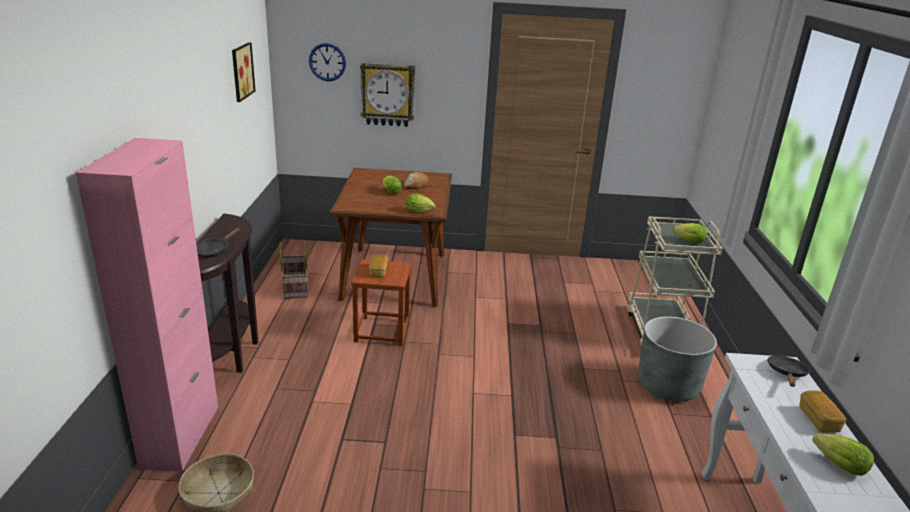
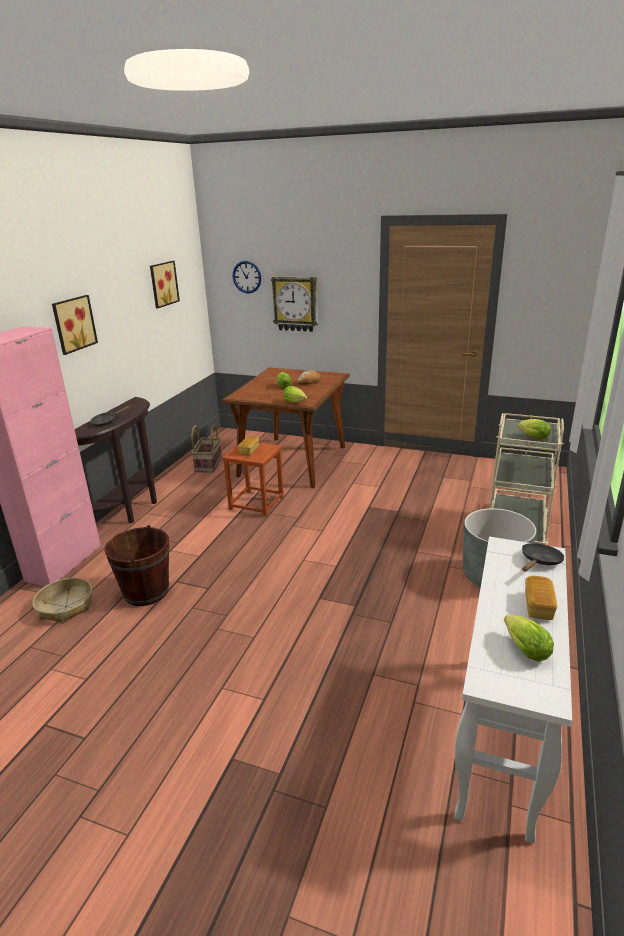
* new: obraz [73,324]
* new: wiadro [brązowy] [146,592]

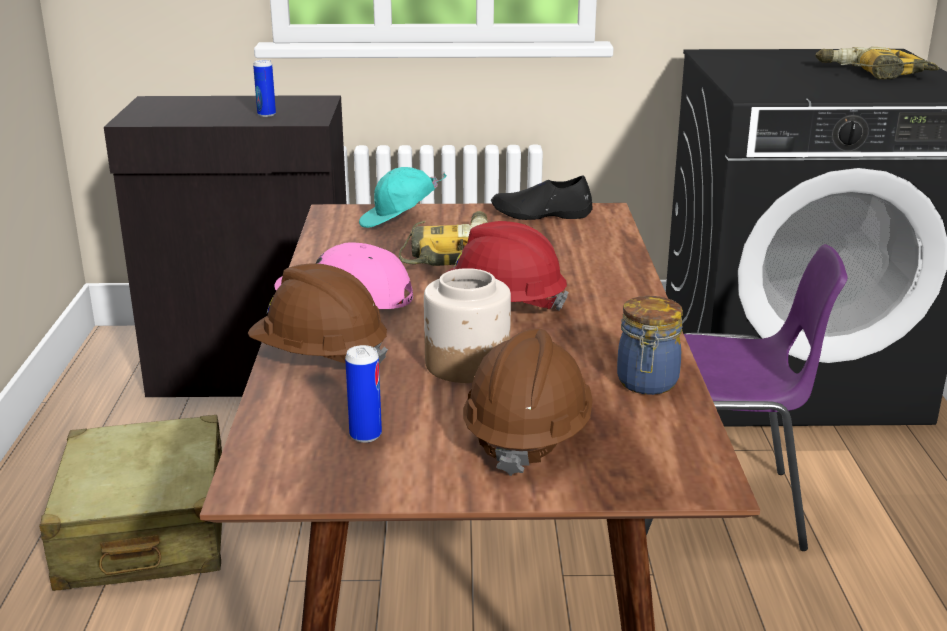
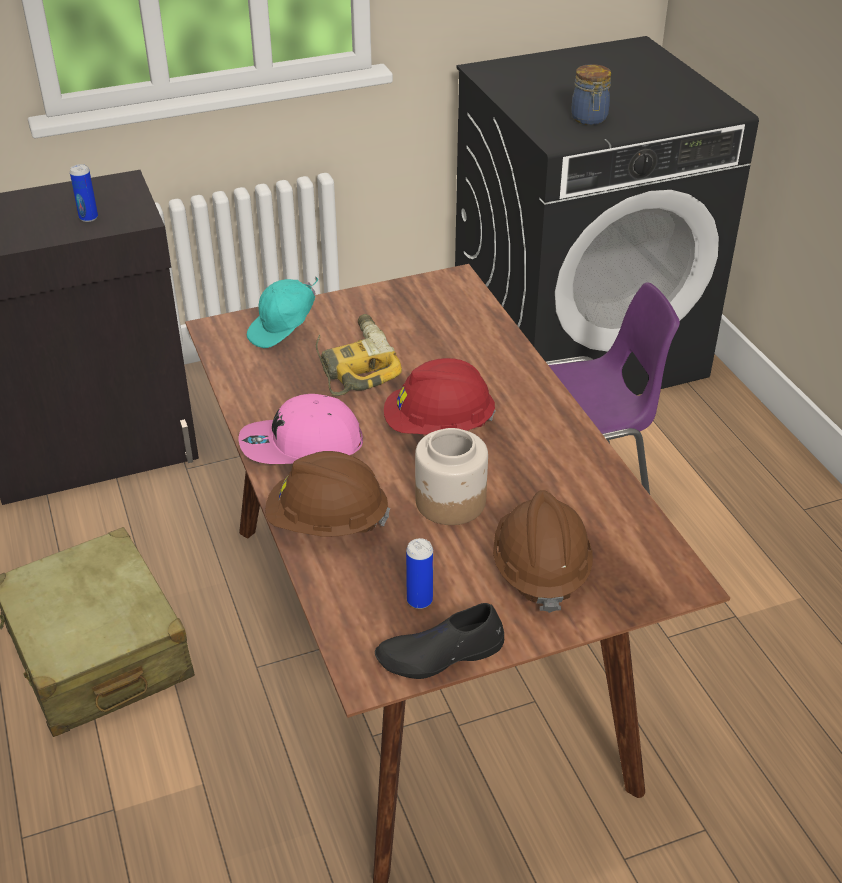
* gone: wiertarka [872,74]
* shifted: but [czarny] [541,214] to [440,654]
* shifted: słoik [647,384] to [589,119]

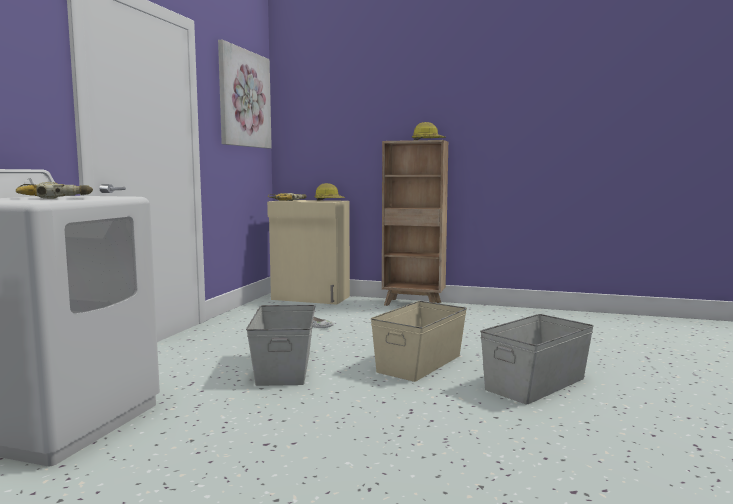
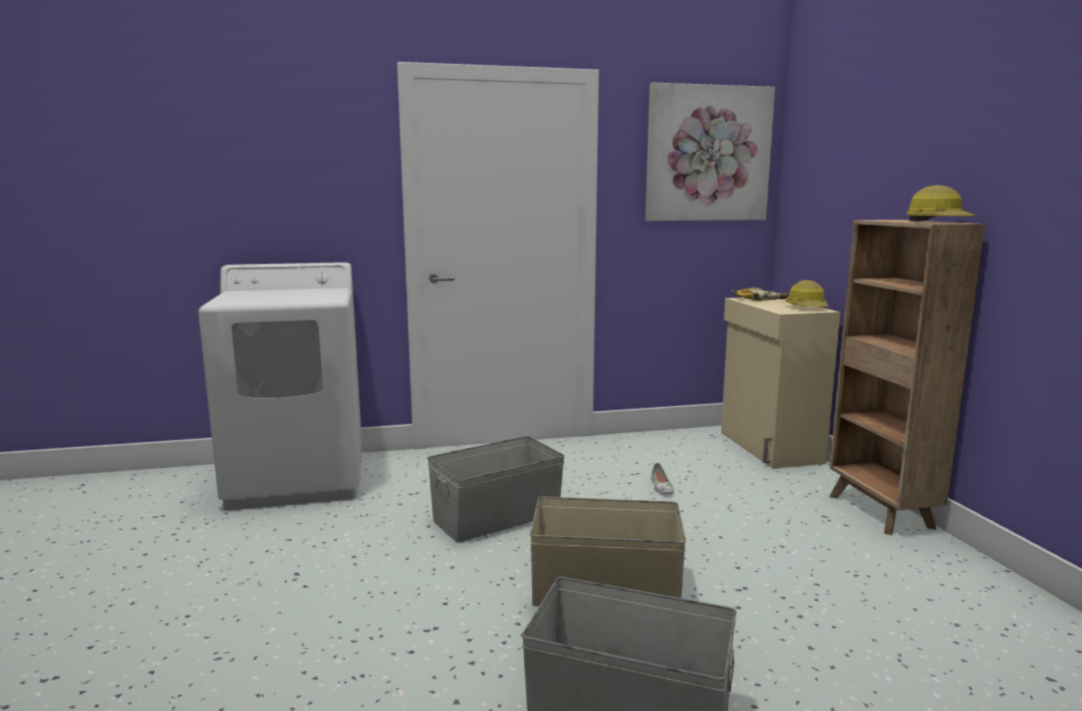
* gone: wiertarka [54,198]

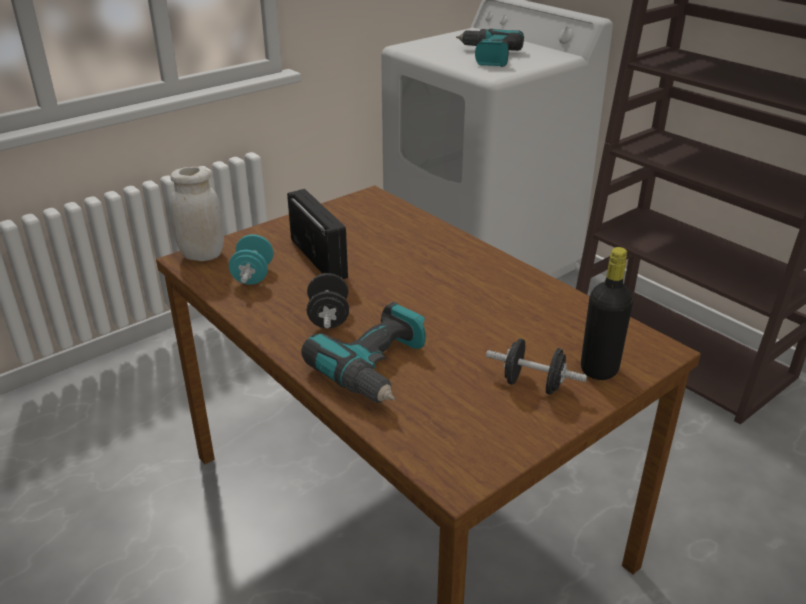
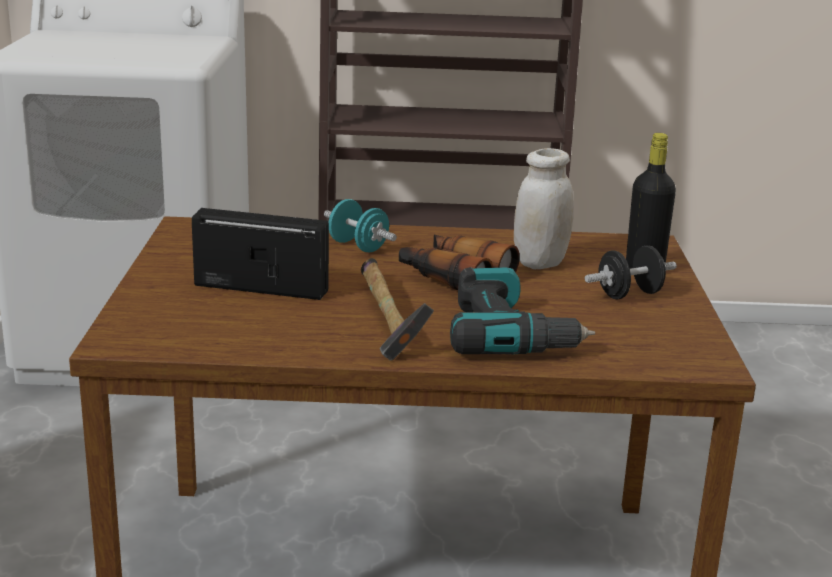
* gone: wiertarka [487,57]
* new: lornetka [454,277]
* shifted: słoik [biały] [202,255] to [540,263]
* shifted: hantel [turkusowy] [253,275] to [358,246]
* swapped: hantel [czarny] [328,318] to młotek [385,323]

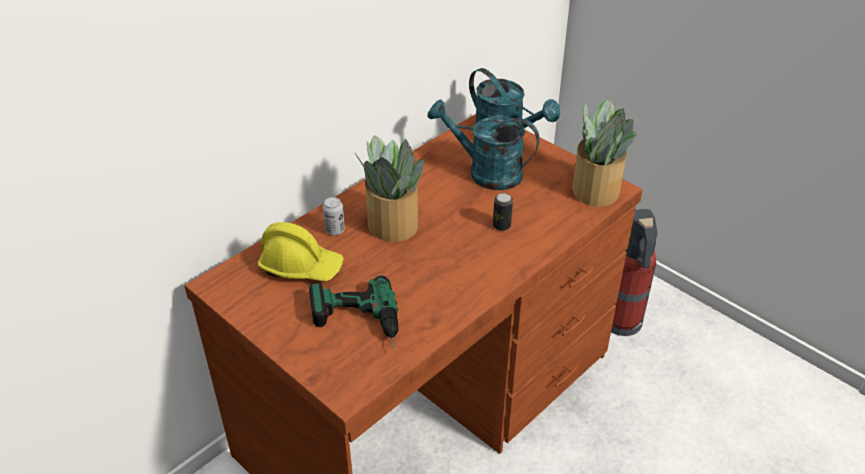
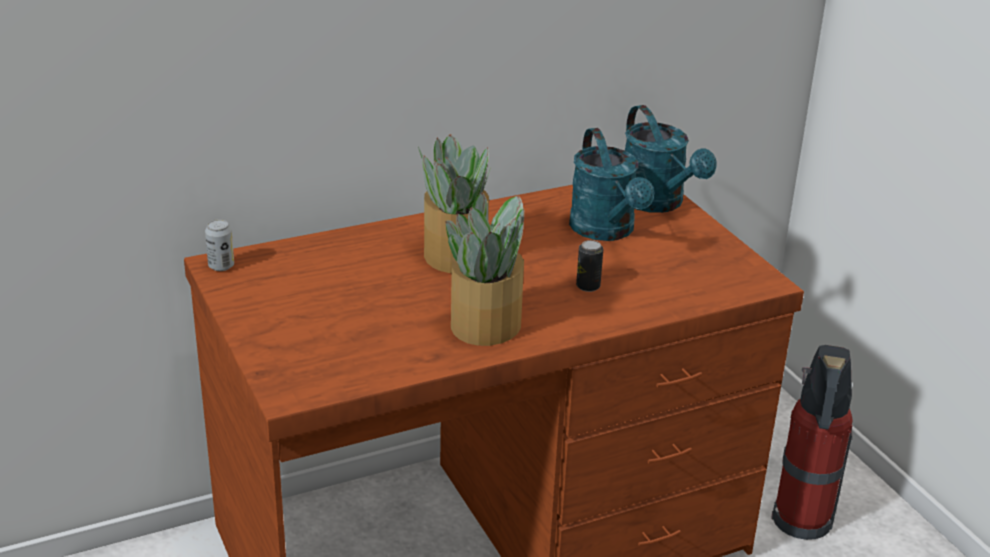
* gone: kask [żółty] [301,266]
* gone: wiertarka [357,325]
* shifted: puszka [335,230] to [221,266]
* shifted: roślina doniczkowa [596,189] to [487,324]
* rotated: konewka [turkusowy] [485,172] = [607,231] 150 degrees counterclockwise

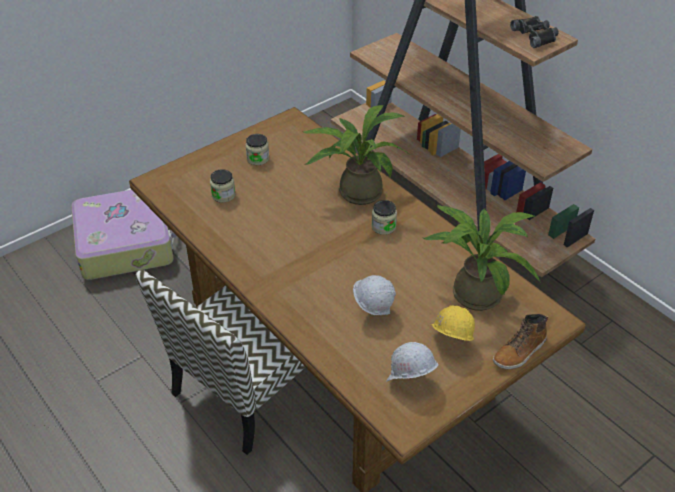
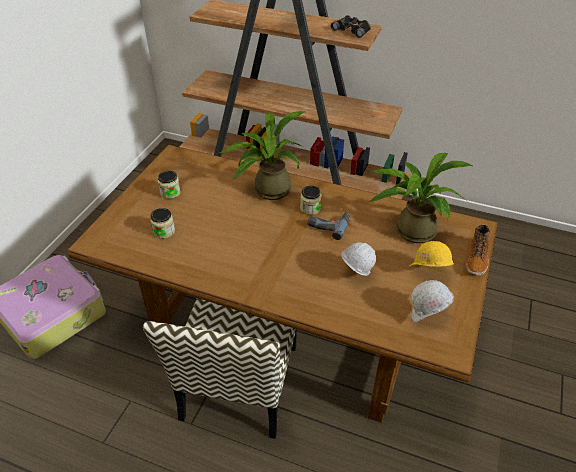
* new: wiertarka [328,225]

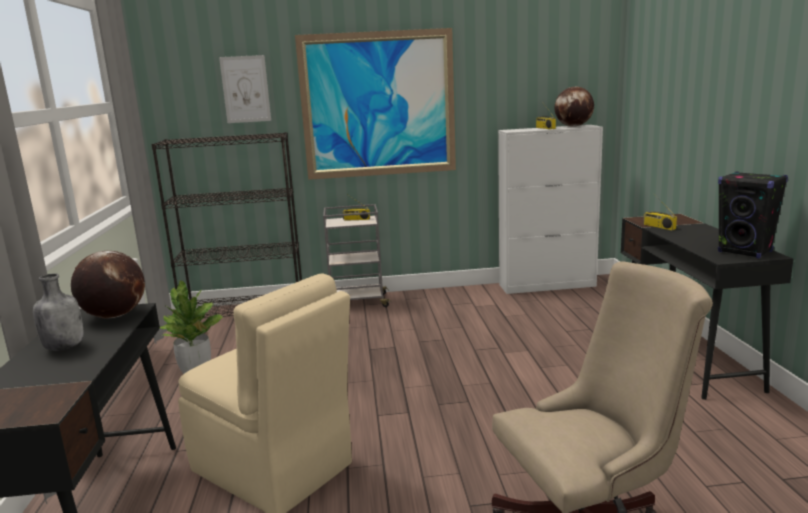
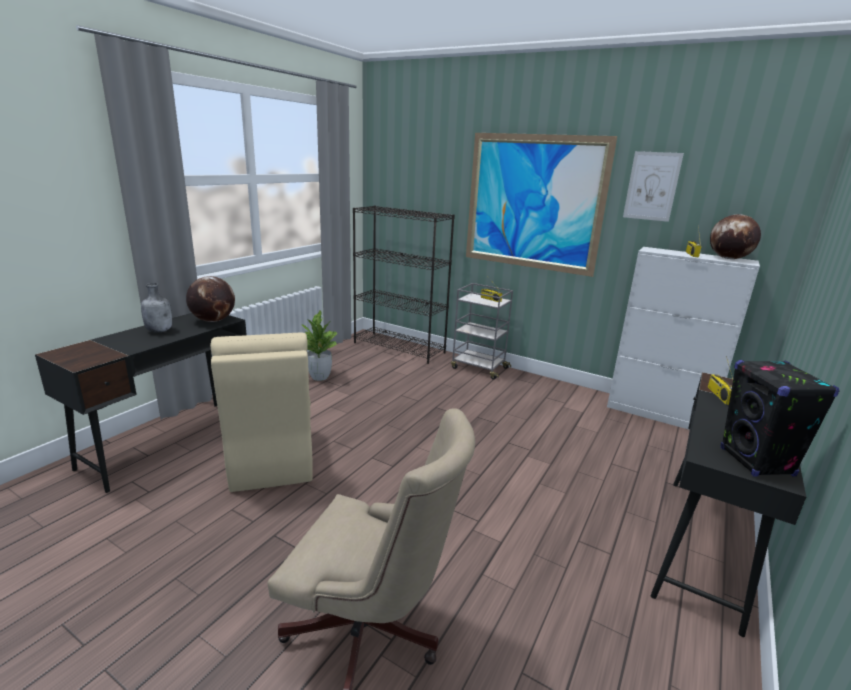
* shifted: obraz [245,89] to [652,186]

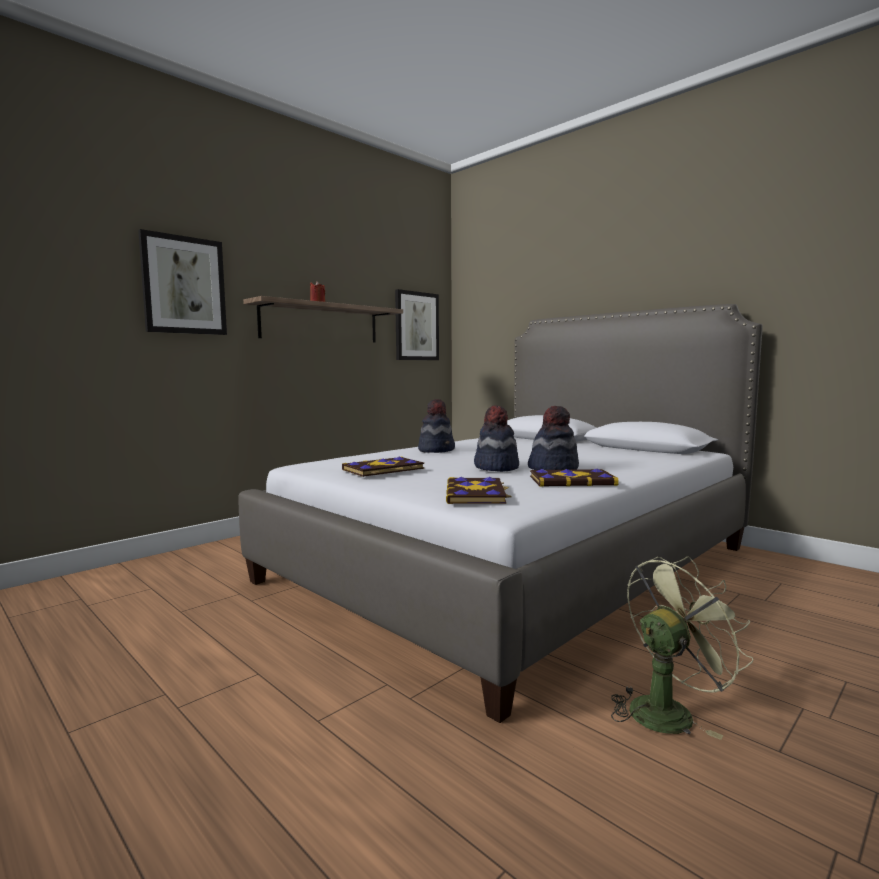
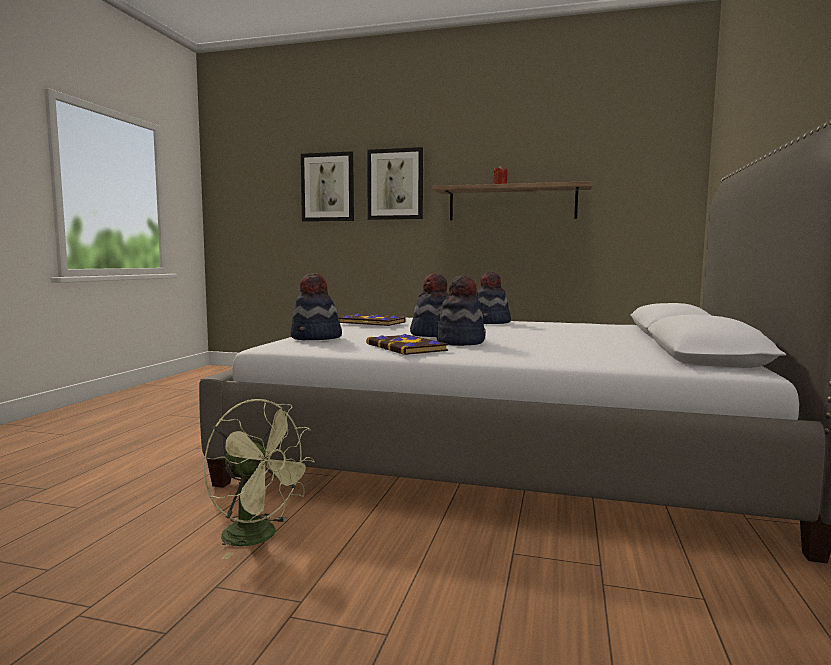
* shifted: obraz [416,326] to [328,187]
* swapped: książka [476,494] to kapelusz [316,338]

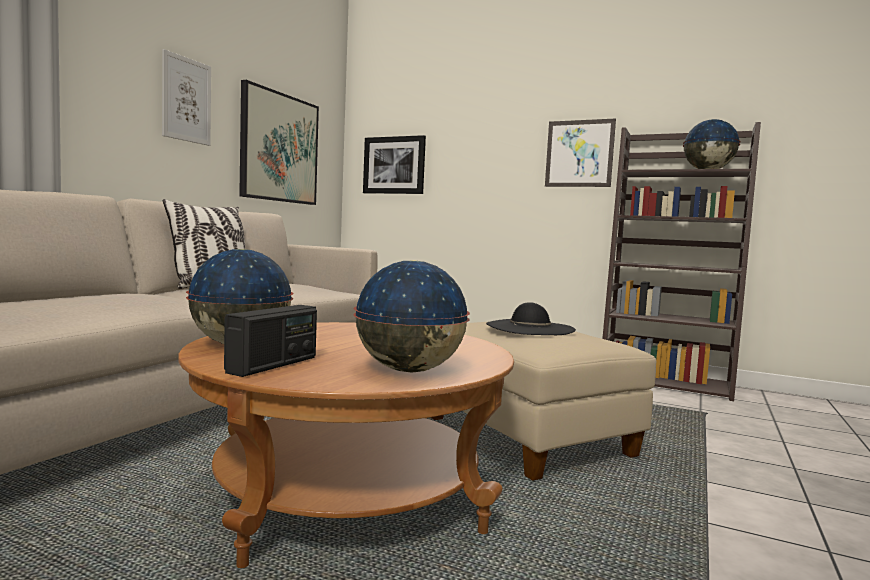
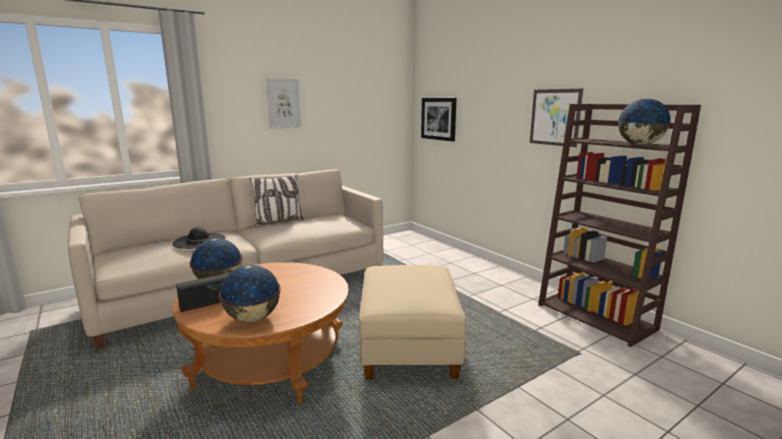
* gone: obraz [279,148]
* shifted: kapelusz [czarny] [530,328] to [199,241]

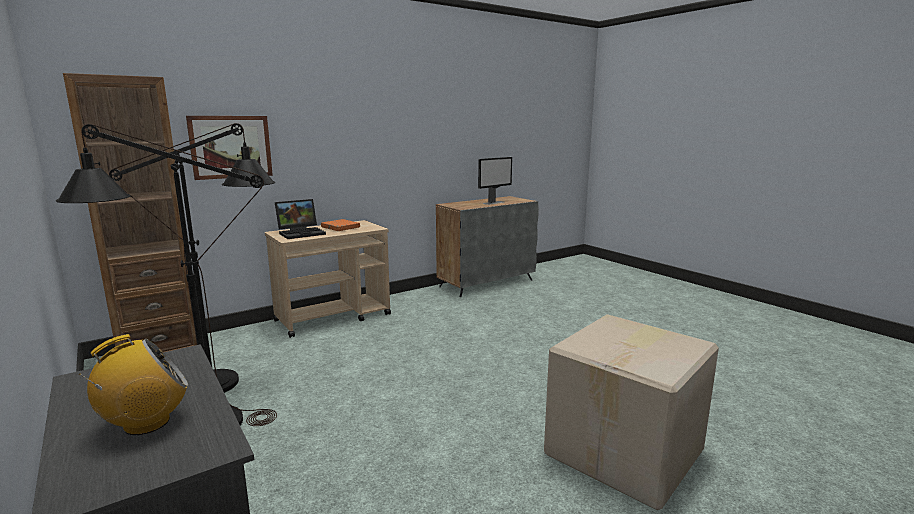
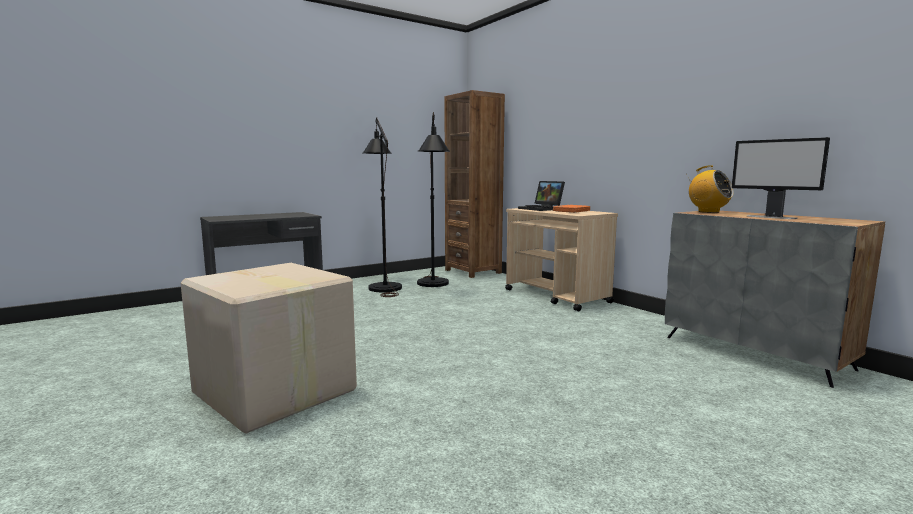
* gone: obraz [231,147]
* shifted: radio [146,423] to [708,211]

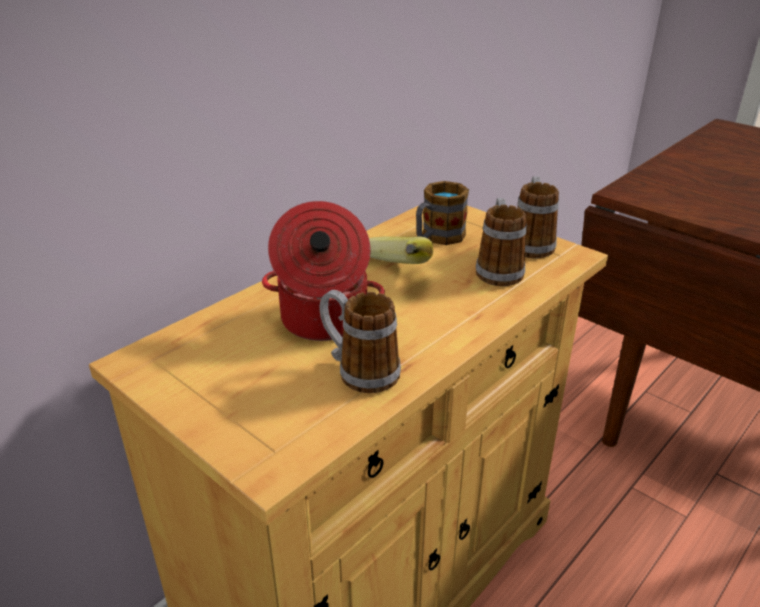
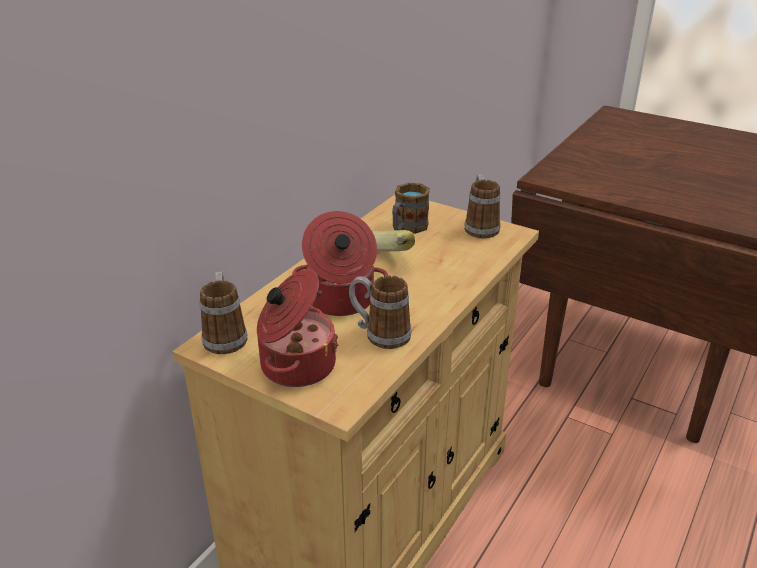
* new: garnek [296,365]
* shifted: kubek [498,269] to [225,336]

